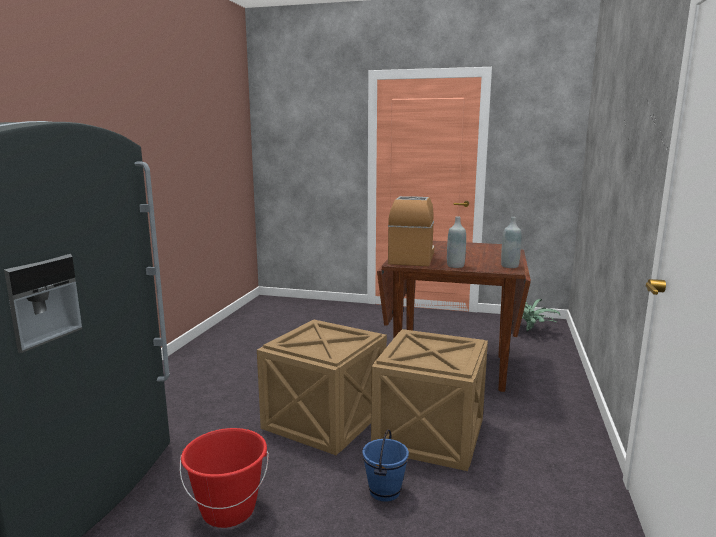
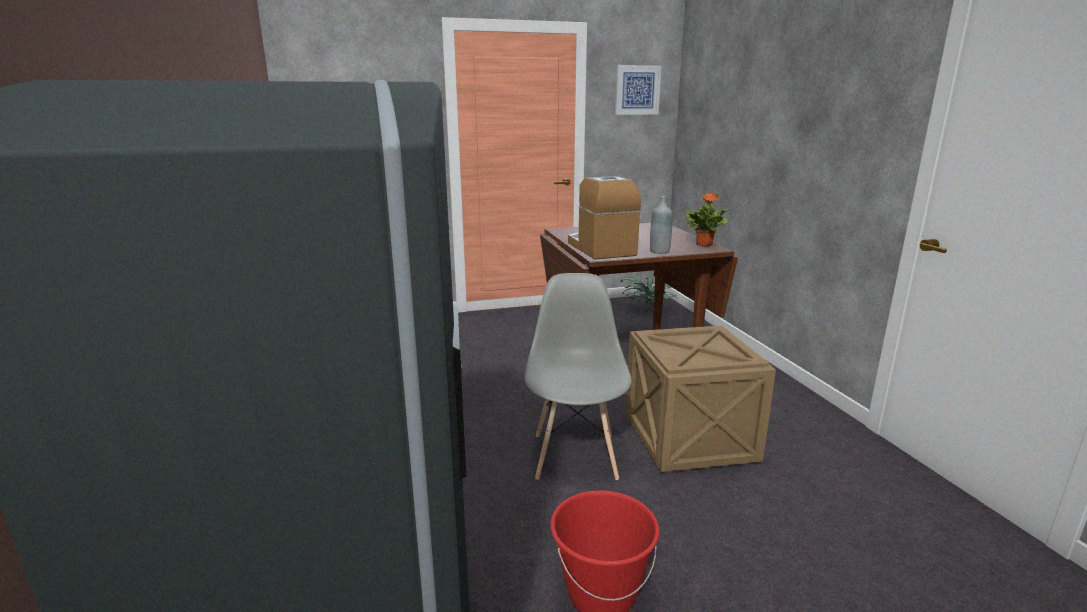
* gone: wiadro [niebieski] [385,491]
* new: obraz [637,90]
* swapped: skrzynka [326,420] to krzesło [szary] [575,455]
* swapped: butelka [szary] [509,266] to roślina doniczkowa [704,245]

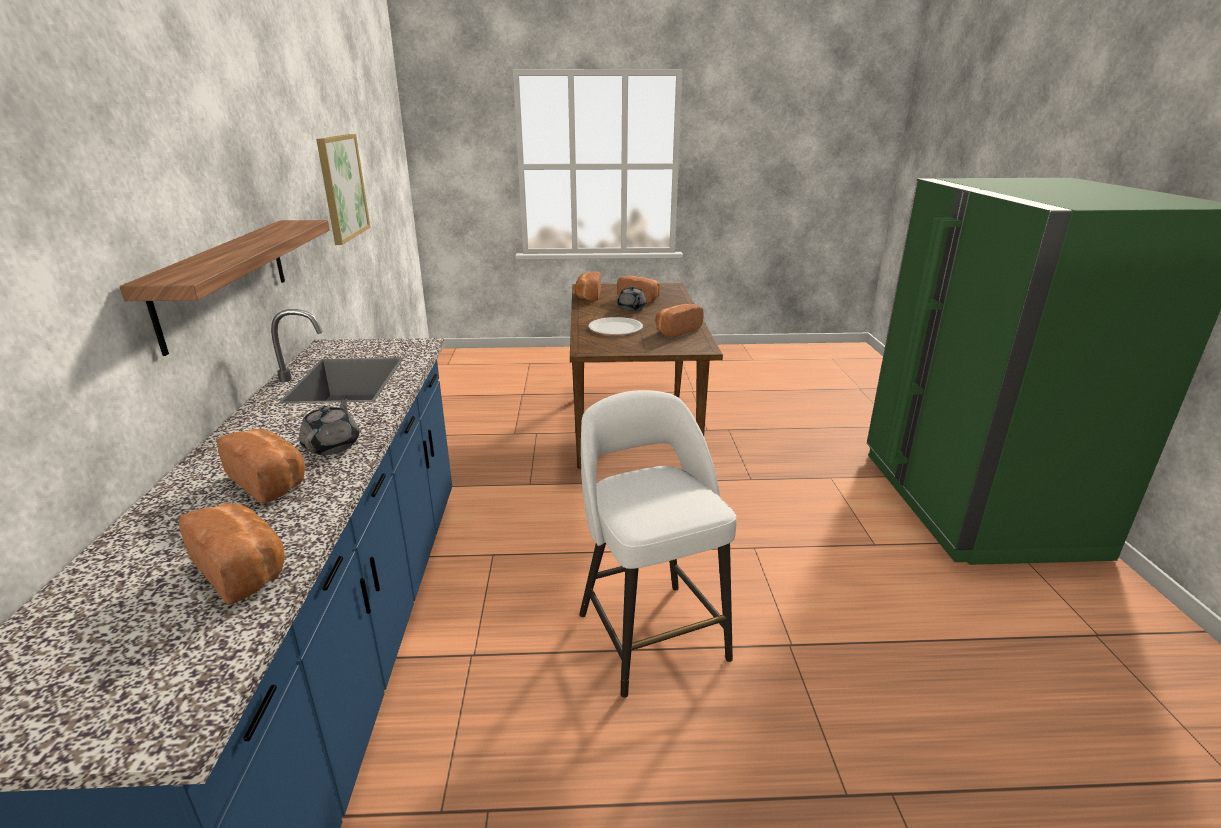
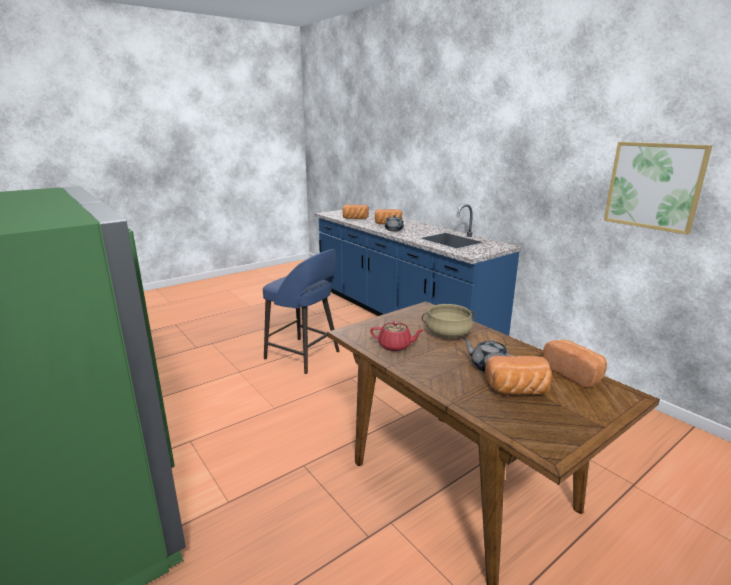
* gone: półka [224,280]
* swapped: talerz [biały] [615,328] to garnek [beżowy] [448,333]
* swapped: chleb [676,331] to imbryk [czerwony] [395,346]
* repainted: stołek [biały] [650,632] to stołek [niebieski] [304,356]

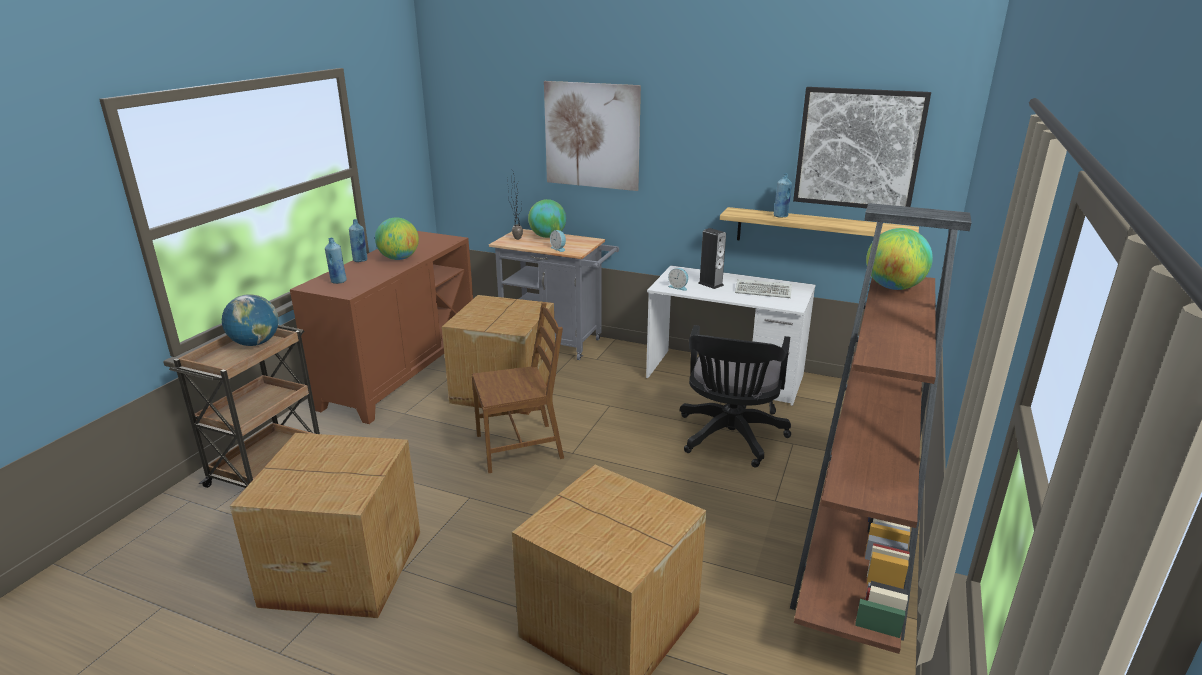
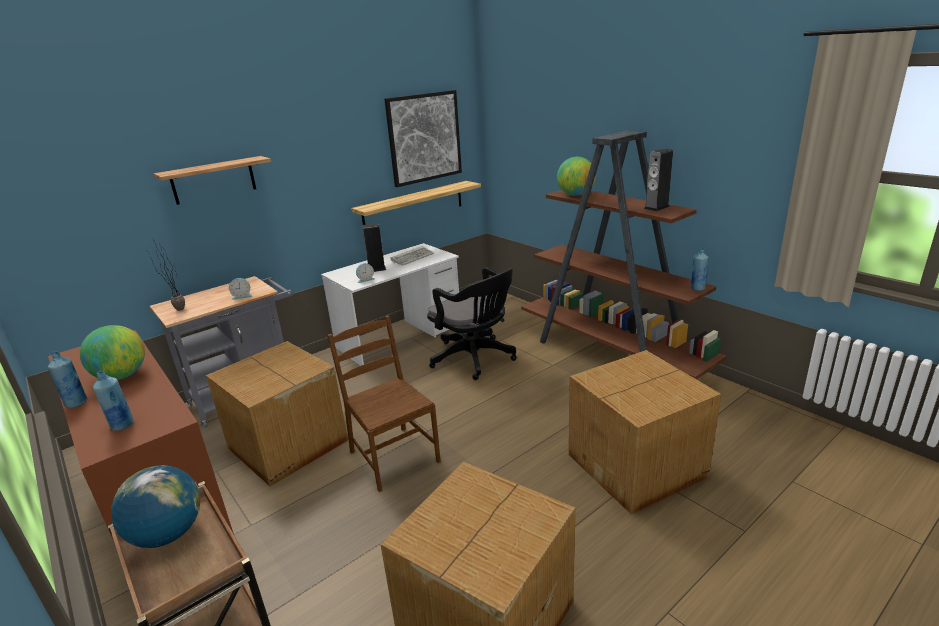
* gone: globus [547,236]
* new: głośnik [656,207]
* shifted: butelka [niebieski] [780,216] to [697,288]
* swapped: obraz [592,135] to półka [213,180]
* rotated: krzesło [brązowy] [520,446] = [392,457] 45 degrees counterclockwise

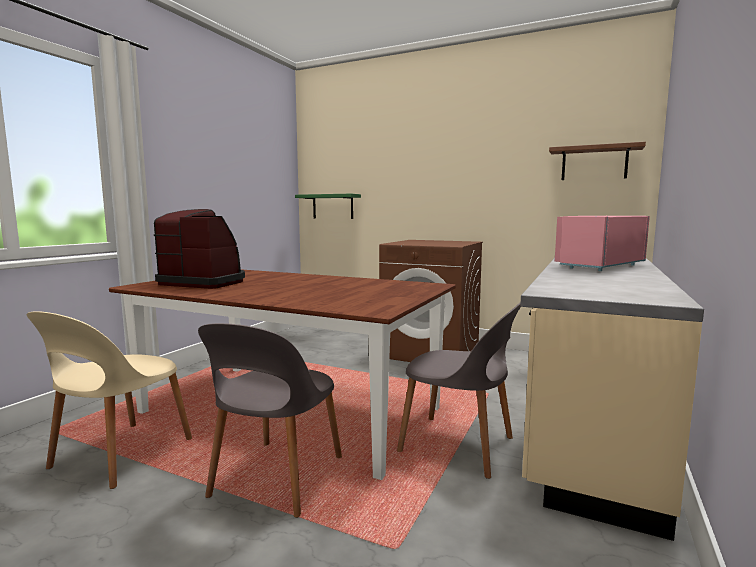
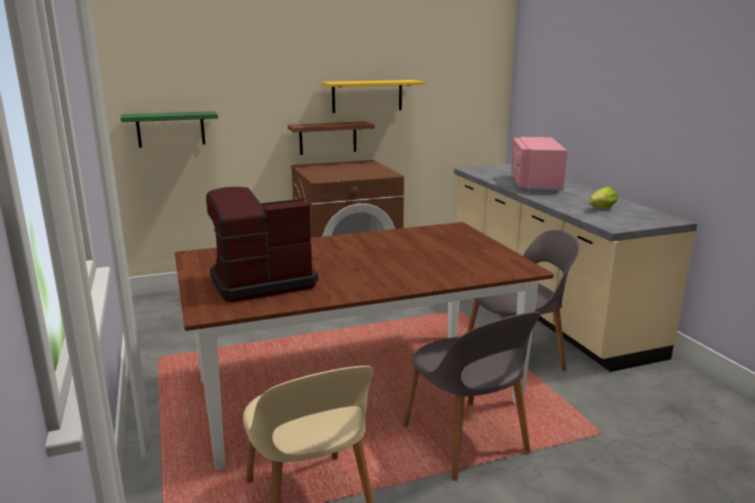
* new: półka [żółty] [367,96]
* new: sałata [600,209]
* shifted: półka [brązowy] [594,163] to [328,138]

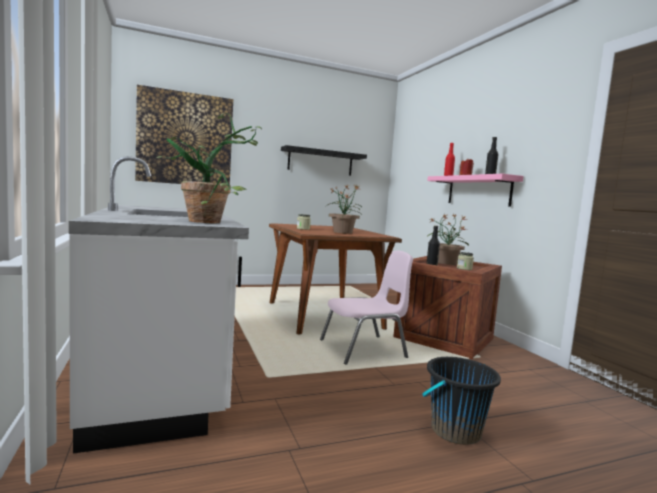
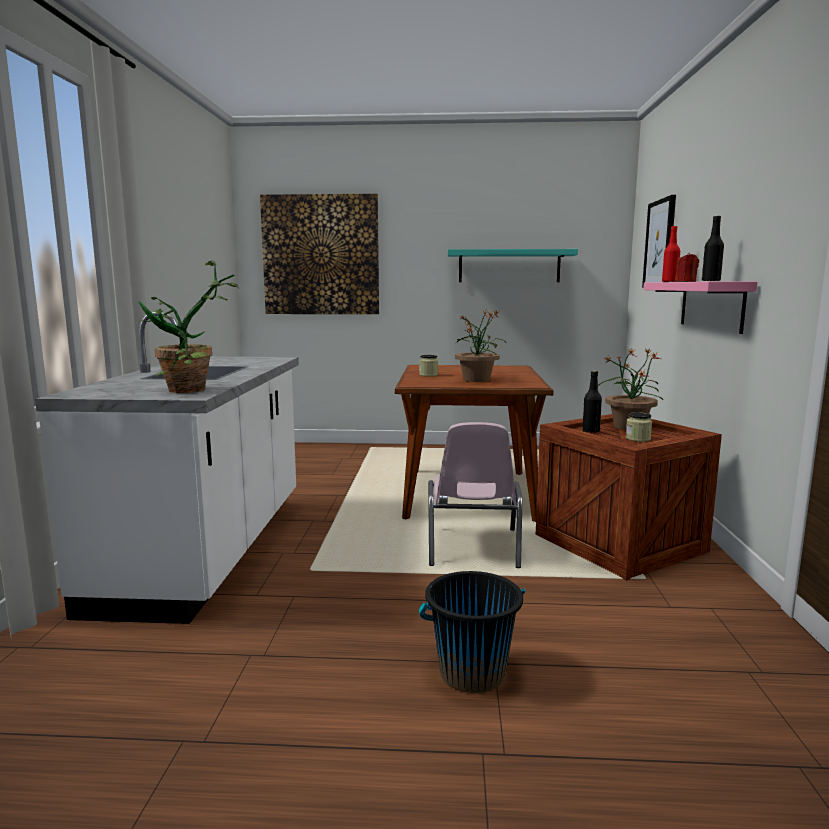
* new: obraz [660,244]
* repainted: półka [czarny] [320,162] to półka [turkusowy] [509,266]
* rotated: krzesło [różowy] [364,349] = [472,548] 90 degrees clockwise

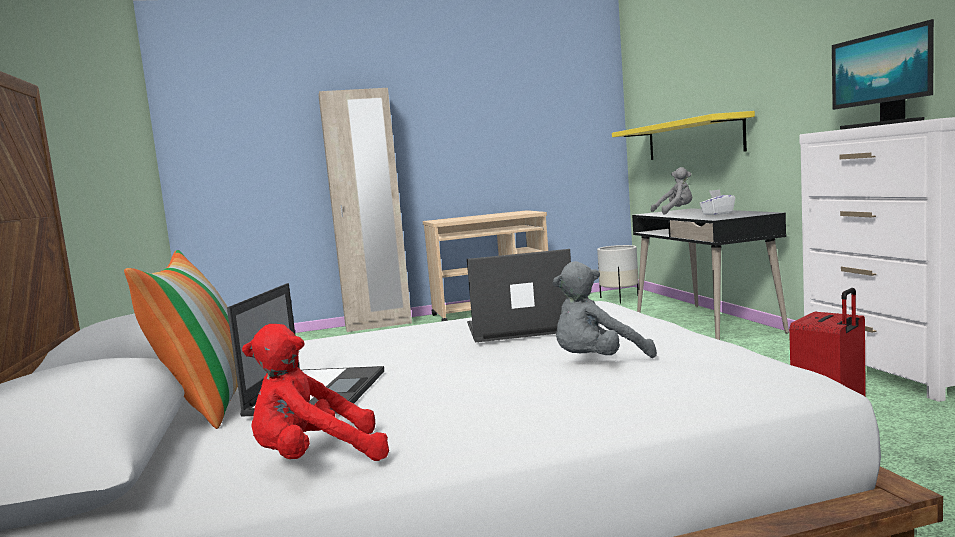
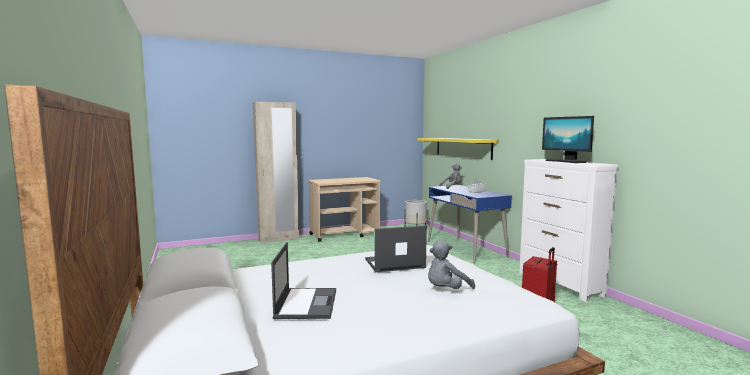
* gone: poduszka [207,404]
* gone: pluszak [czerwony] [315,460]
* repainted: biurko [czarny] [706,323] to biurko [niebieski] [465,249]

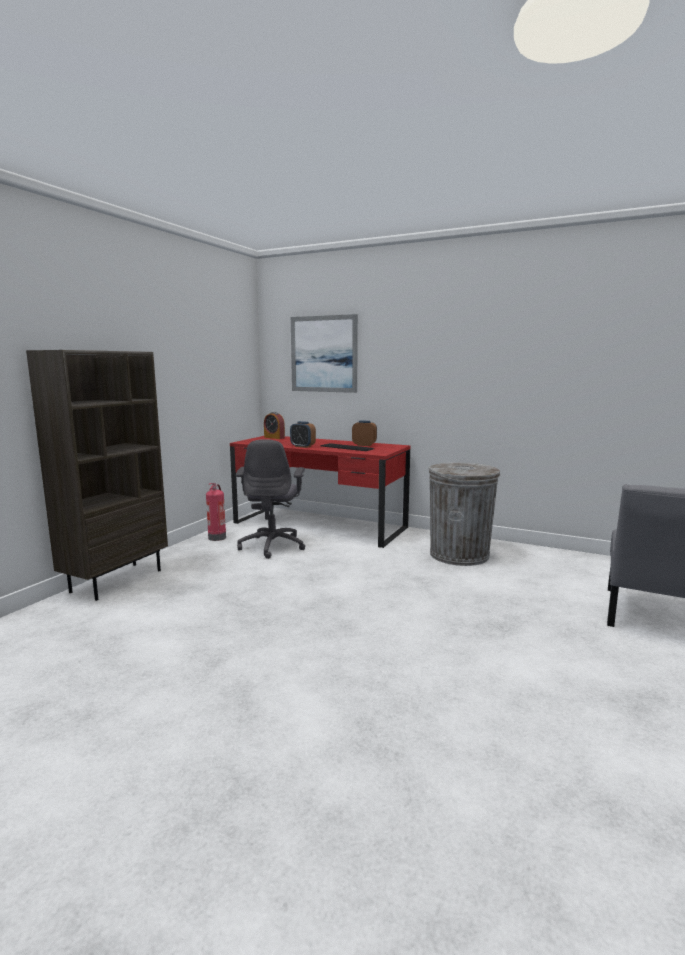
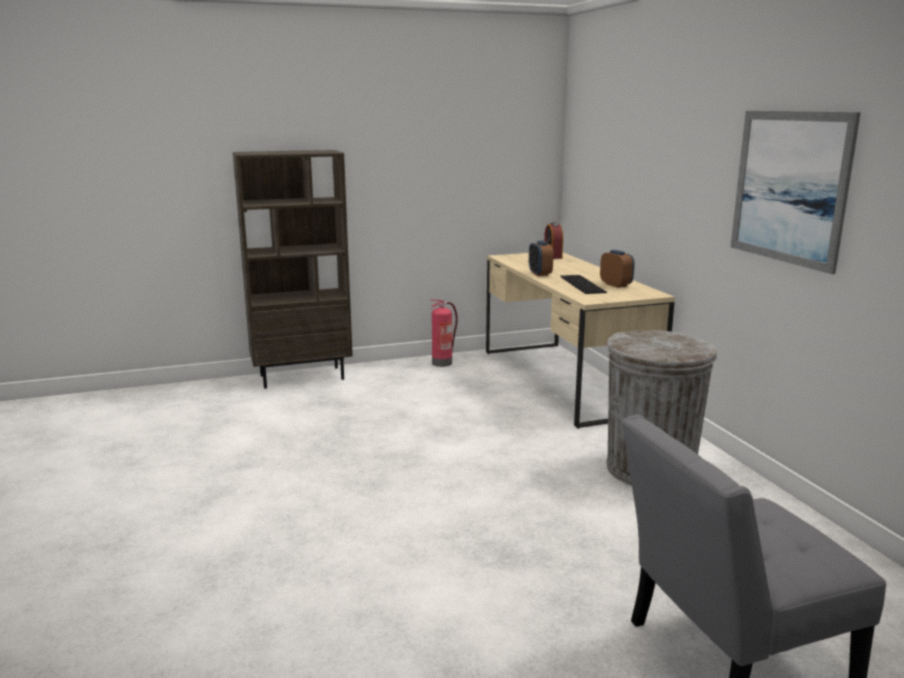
* gone: krzesło biurowe [szary] [273,546]
* shifted: obraz [323,354] to [789,187]
* repainted: biurko [czerwony] [319,525] to biurko [beżowy] [564,380]

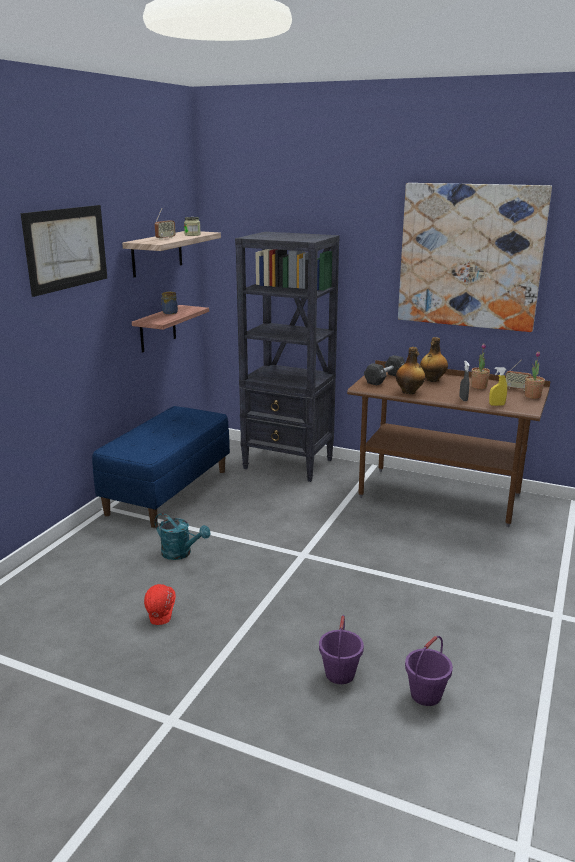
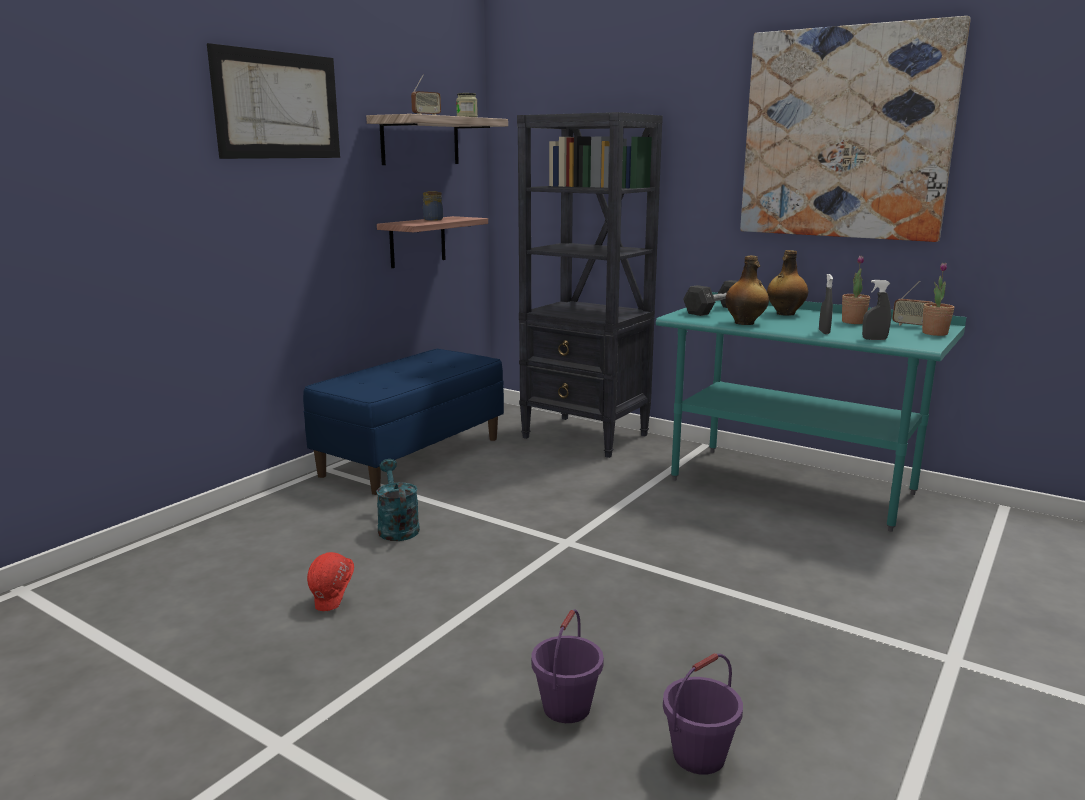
* repainted: biurko [brązowy] [439,496] to biurko [turkusowy] [791,486]
* repainted: spryskiwacz [żółty] [496,405] to spryskiwacz [szary] [874,339]
* rotated: konewka [turkusowy] [181,553] = [396,527] 150 degrees counterclockwise

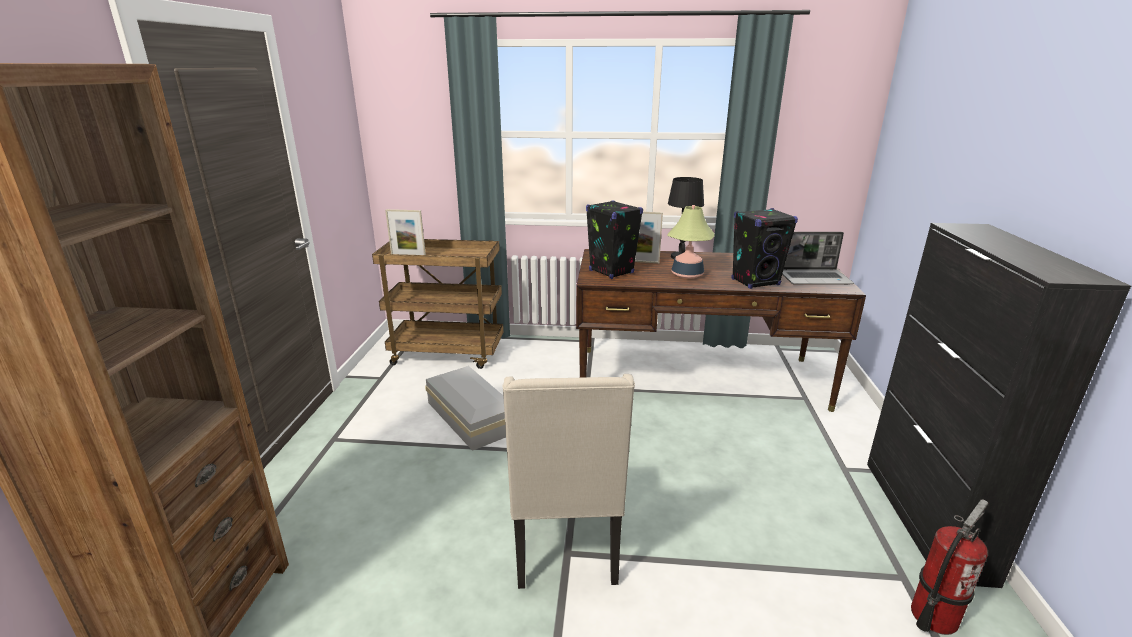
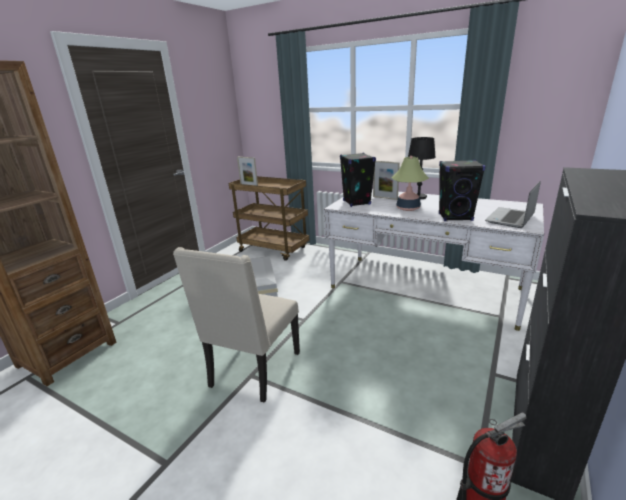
* repainted: biurko [brązowy] [698,378] to biurko [biały] [424,288]
* rotated: laptop [814,278] = [510,219] 105 degrees clockwise

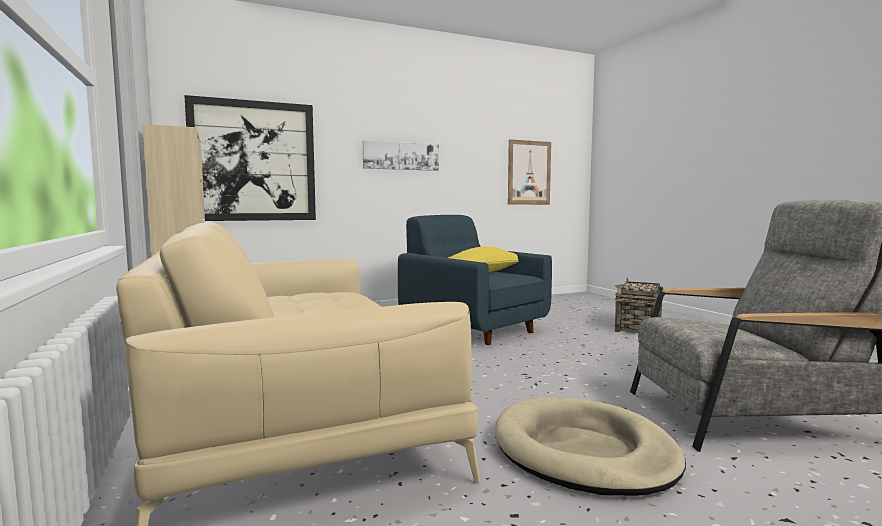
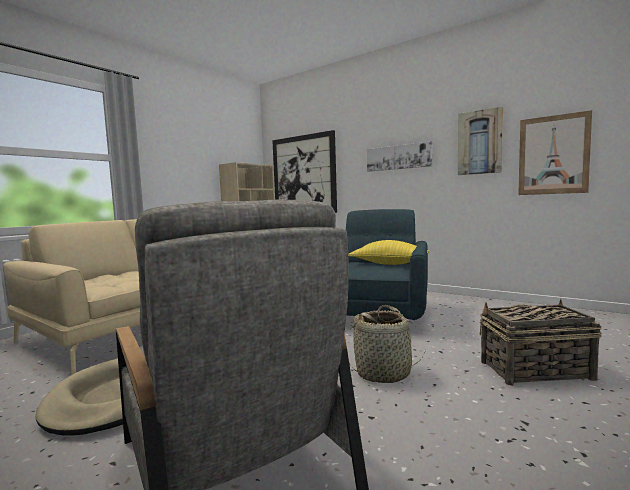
* new: koszyk [384,373]
* new: obraz [480,142]

